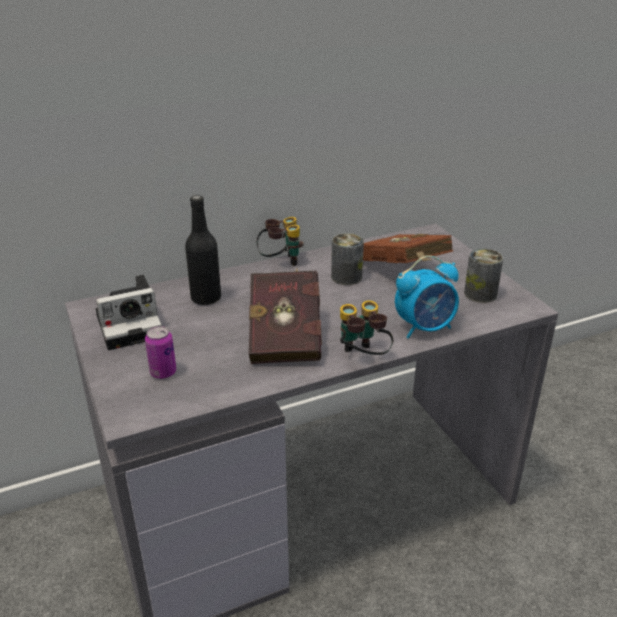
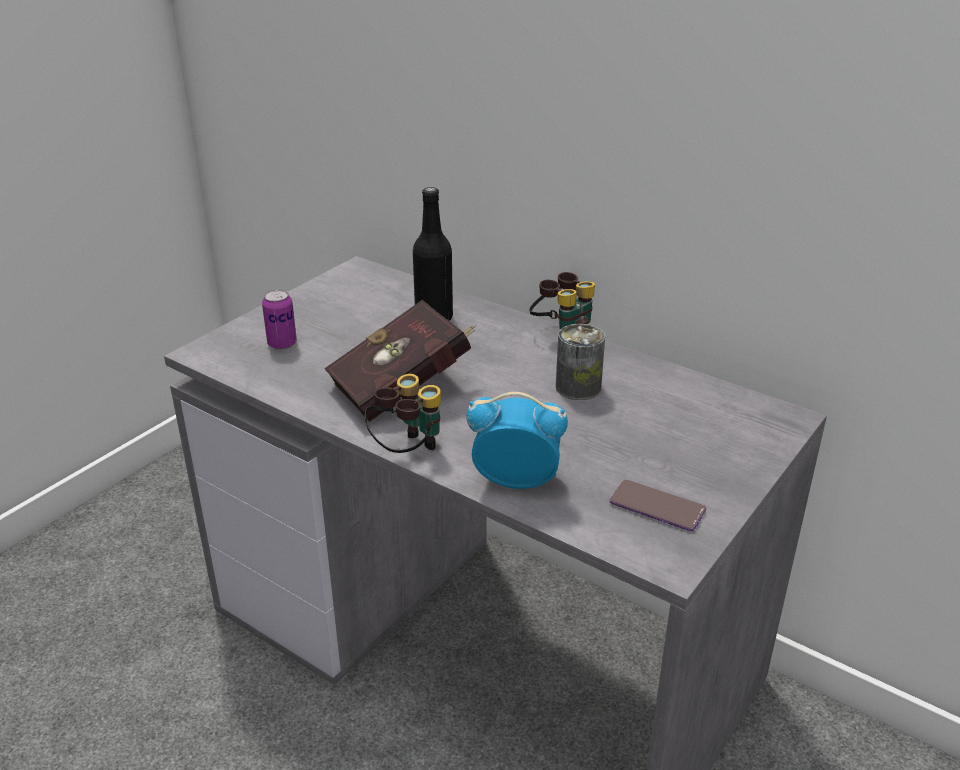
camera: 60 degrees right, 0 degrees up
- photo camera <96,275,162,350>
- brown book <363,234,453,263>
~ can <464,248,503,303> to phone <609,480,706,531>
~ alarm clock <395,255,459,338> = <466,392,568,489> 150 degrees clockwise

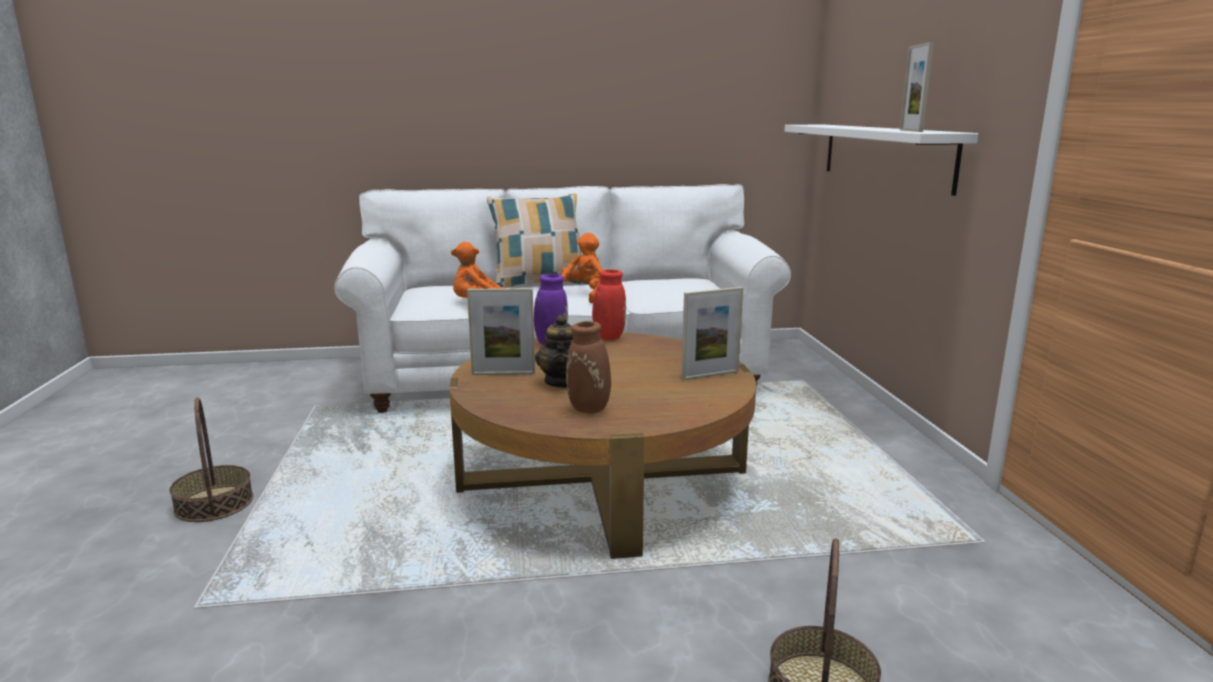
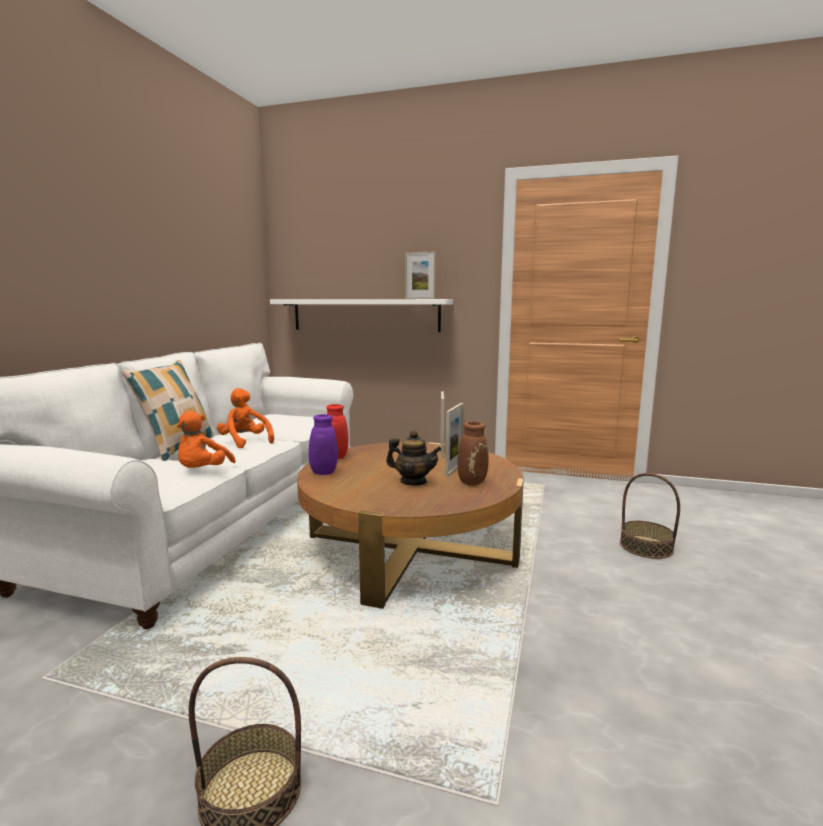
camera: 65 degrees left, 5 degrees down
~ picture frame <467,288,535,375> to <445,403,464,476>

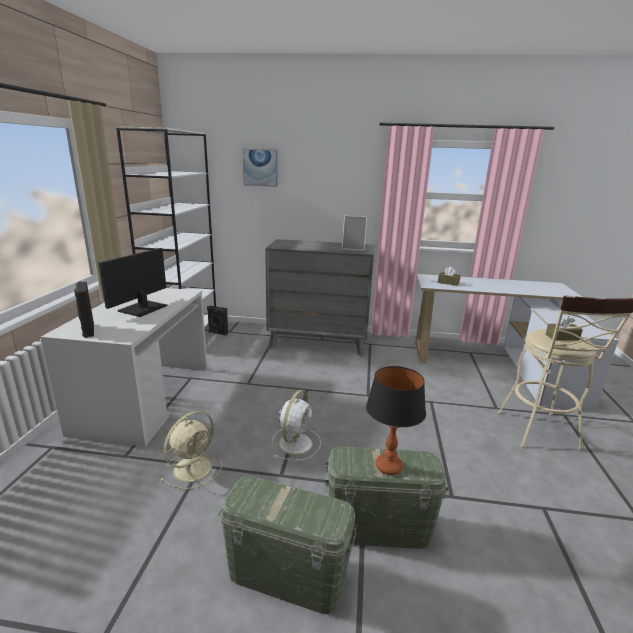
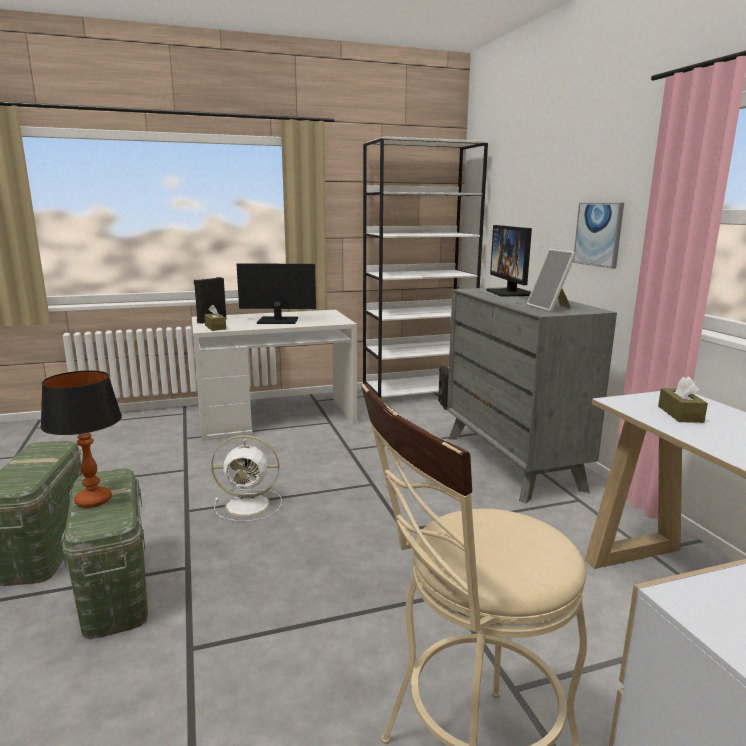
camera: 65 degrees right, 5 degrees down
- beige fan <160,411,223,489>
+ monitor <486,225,532,297>
~ picture <243,149,278,187> to <573,203,624,269>
~ brown tissue box <545,316,583,340> to <204,304,226,331>

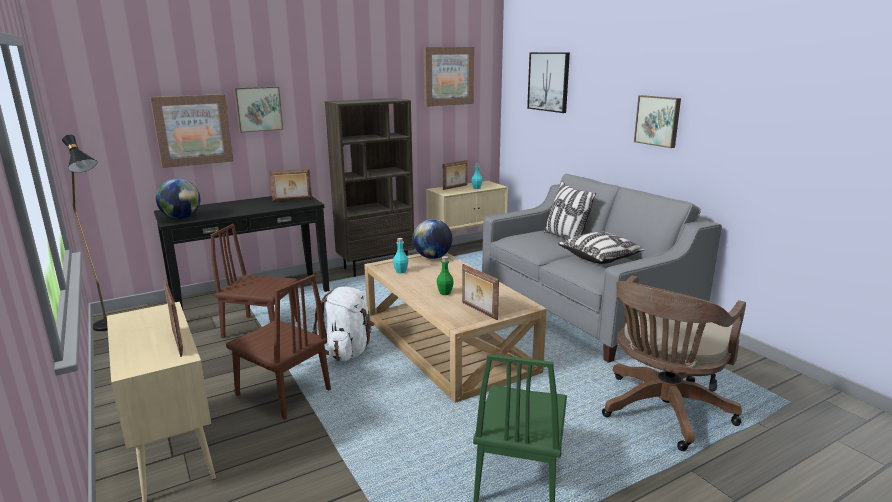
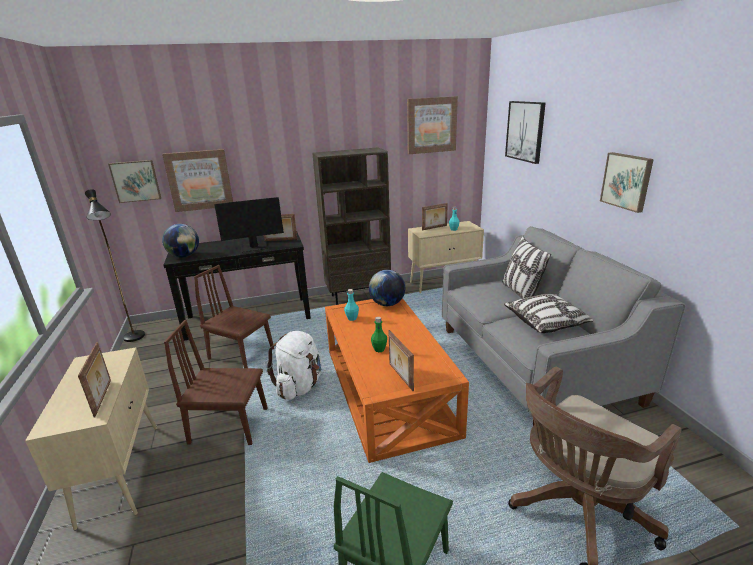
camera: 15 degrees right, 5 degrees up
+ monitor <214,197,284,252>
~ picture <234,86,283,133> to <108,160,161,203>
~ beige coffee table <364,253,547,403> to orange coffee table <325,298,469,463>
~ brown chair <226,275,331,420> = <164,320,267,445> 135 degrees clockwise

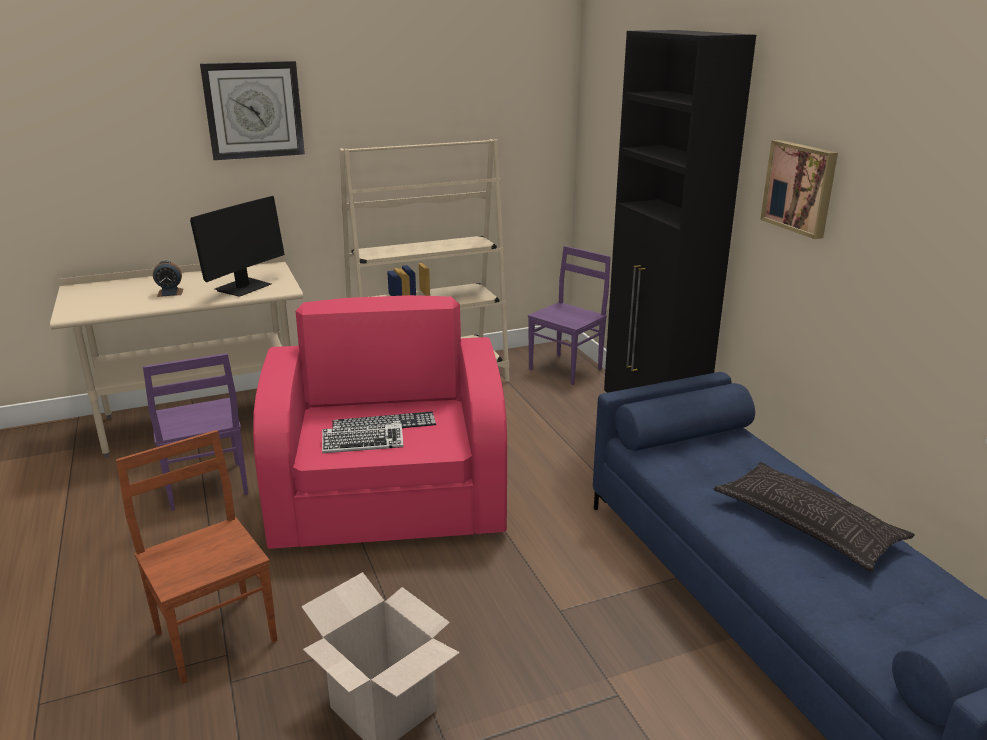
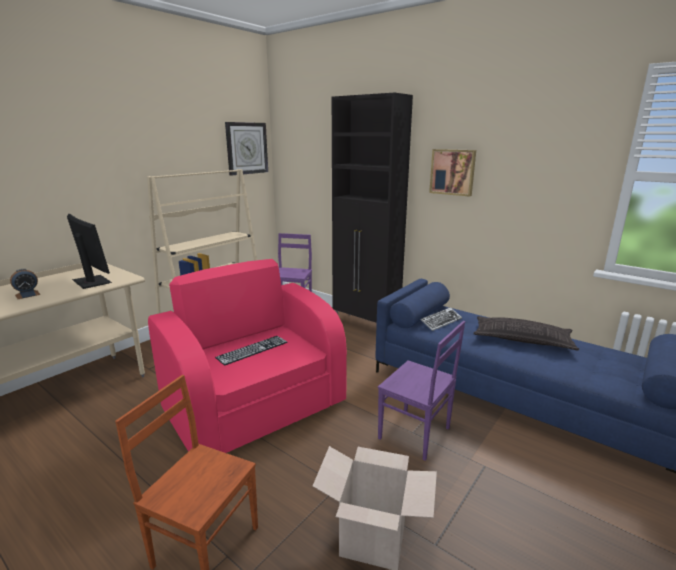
camera: 30 degrees left, 5 degrees down
~ purple chair <143,353,248,511> to <378,321,465,461>
~ wall clock <200,61,305,160> to <225,122,268,176>
~ keyboard <322,423,404,453> to <421,307,462,331>
~ monitor <190,196,285,297> = <67,214,112,289> 45 degrees counterclockwise

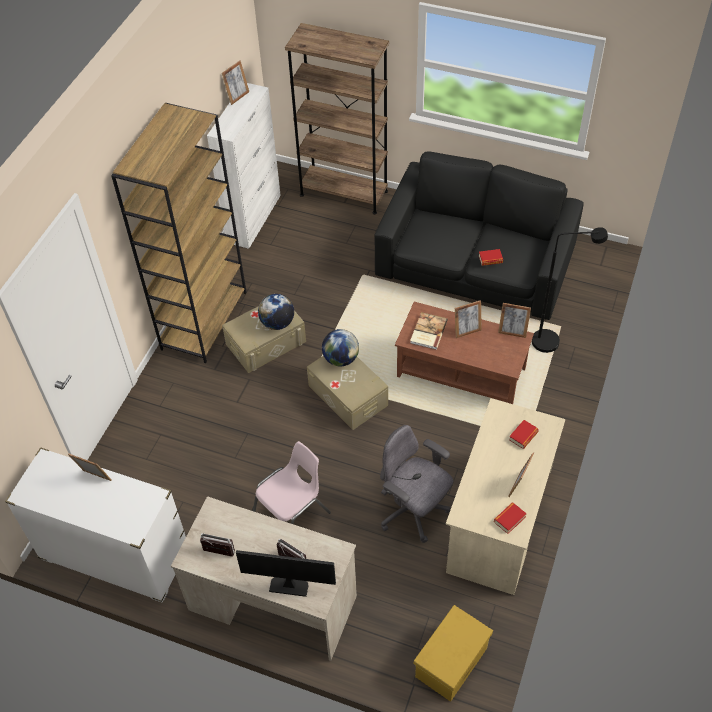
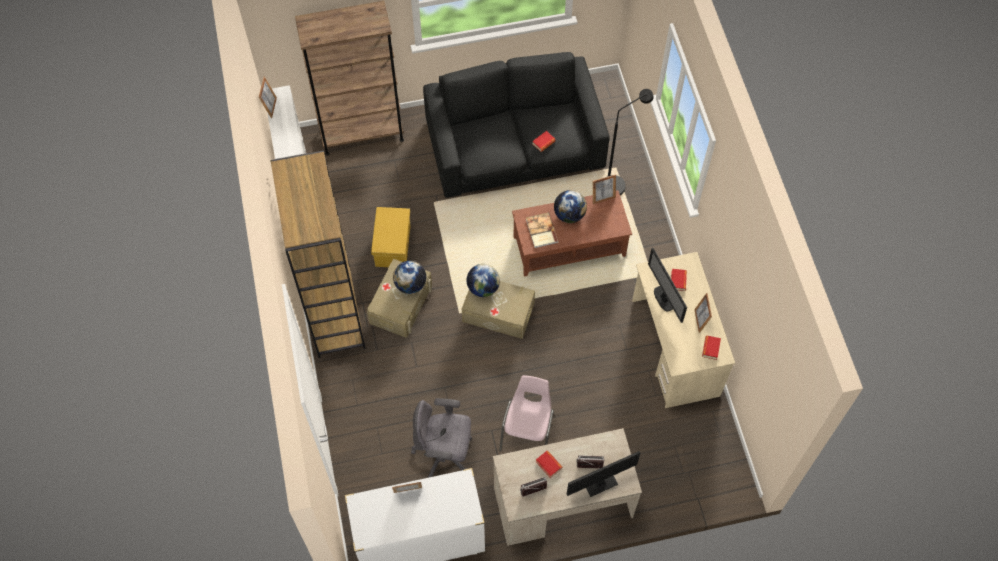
camera: 35 degrees left, 10 degrees up
+ book <536,451,562,478>
+ monitor <648,248,687,323>
~ grey office chair <380,425,453,543> to <411,398,472,478>
~ yellow storage box <414,605,493,702> to <371,207,411,267>
~ picture frame <455,300,482,338> to globe <554,190,587,223>

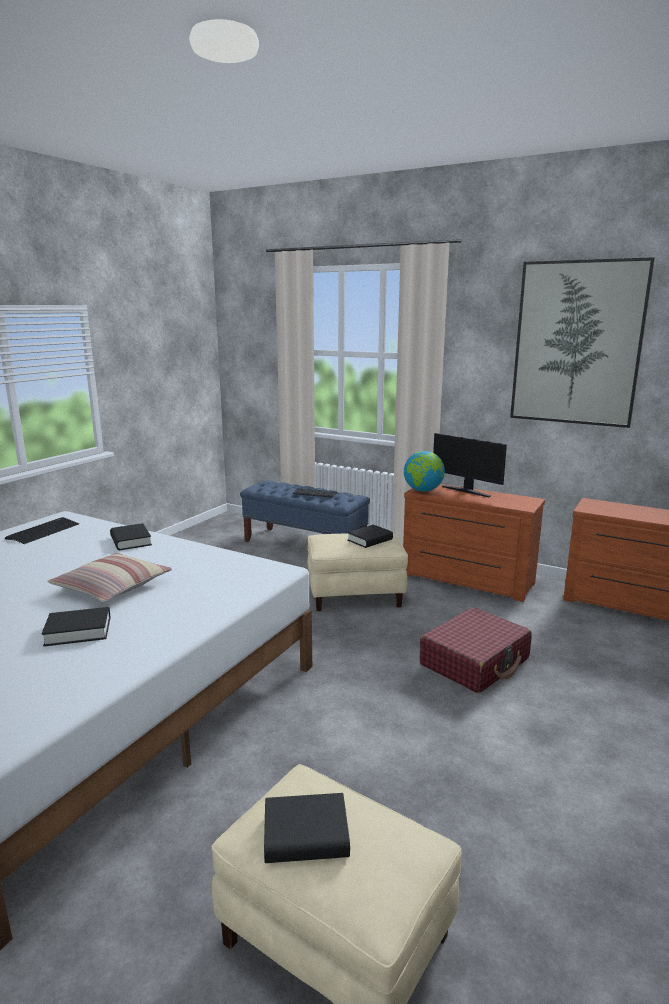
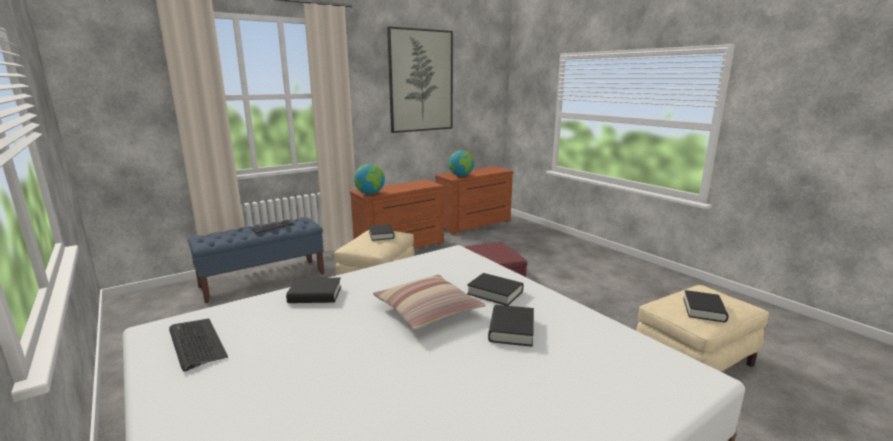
camera: 65 degrees left, 0 degrees up
- monitor <433,433,507,497>
+ globe <448,150,474,176>
+ black book <467,273,523,306>

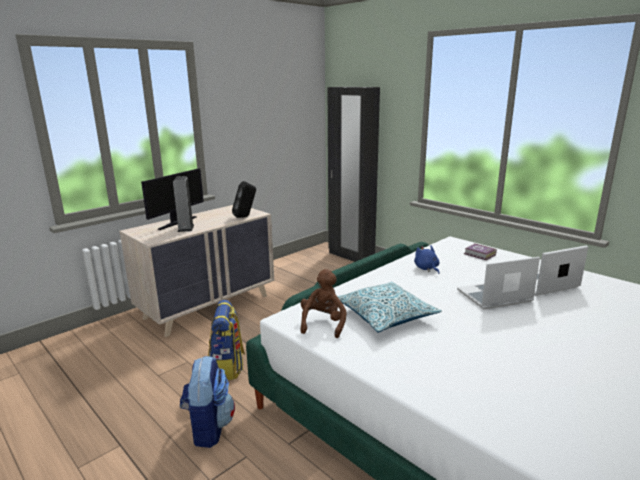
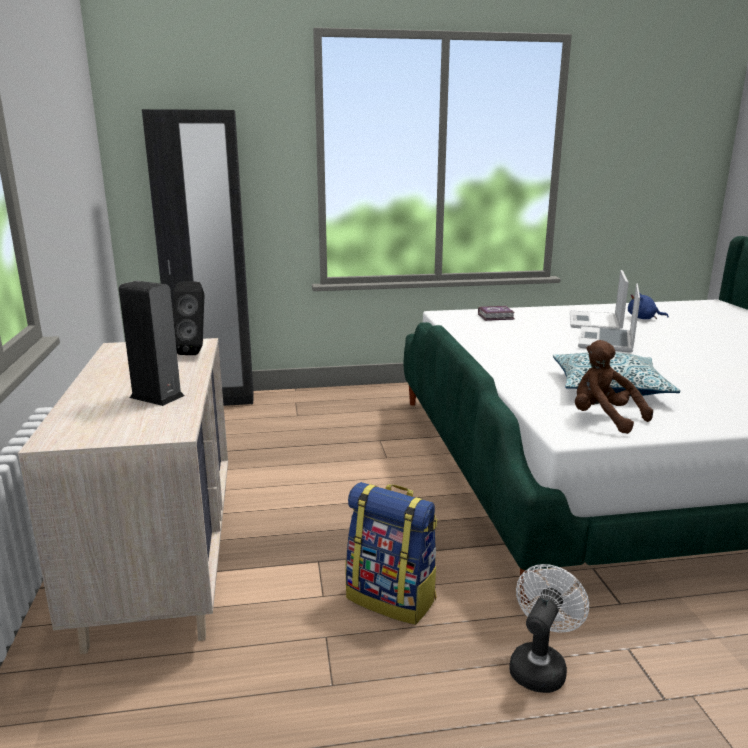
camera: 55 degrees left, 0 degrees up
- monitor <141,168,204,230>
~ blue plush toy <414,245,439,274> to <628,293,669,319>
~ backpack <180,356,235,448> to white fan <509,564,589,693>

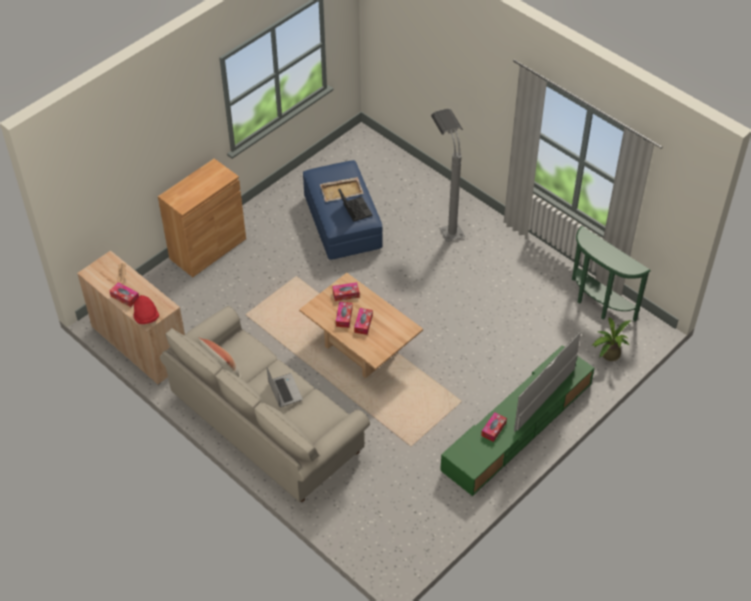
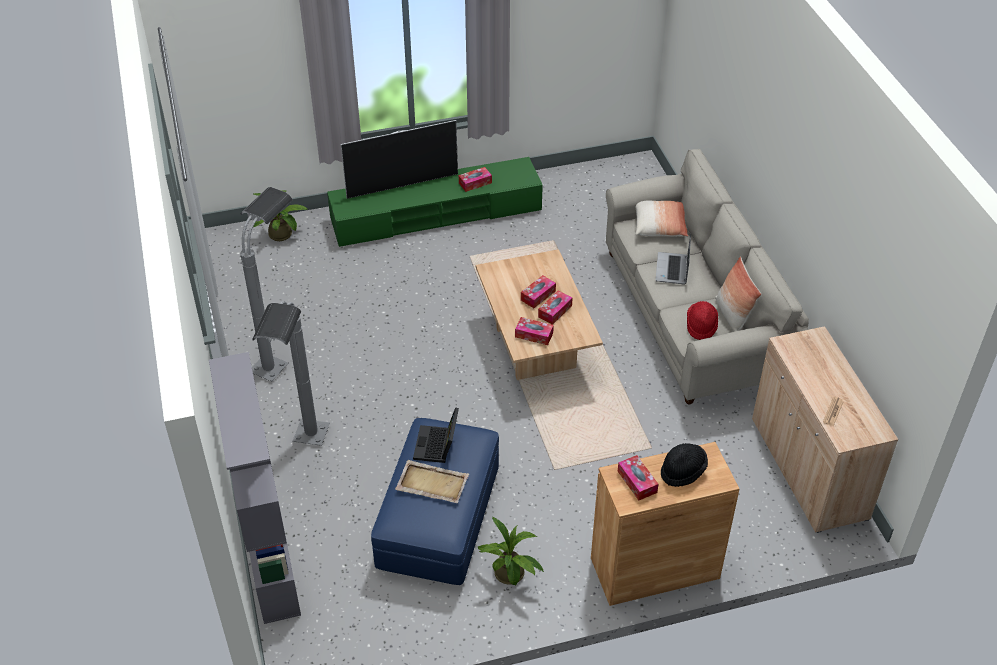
camera: 150 degrees left, 5 degrees down
- green console table <572,226,650,321>
+ grey bookcase <209,352,301,624>
+ grey floor lamp <240,187,293,382>
+ potted plant <478,516,544,586>
+ pillow <636,201,688,236>
+ black hat <661,443,708,487>
~ tissue box <110,282,139,307> to <618,455,659,501>
~ red hat <133,295,159,324> to <687,301,718,340>

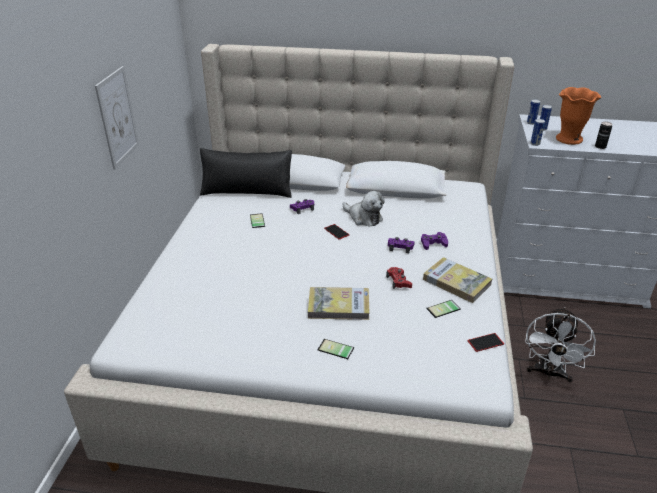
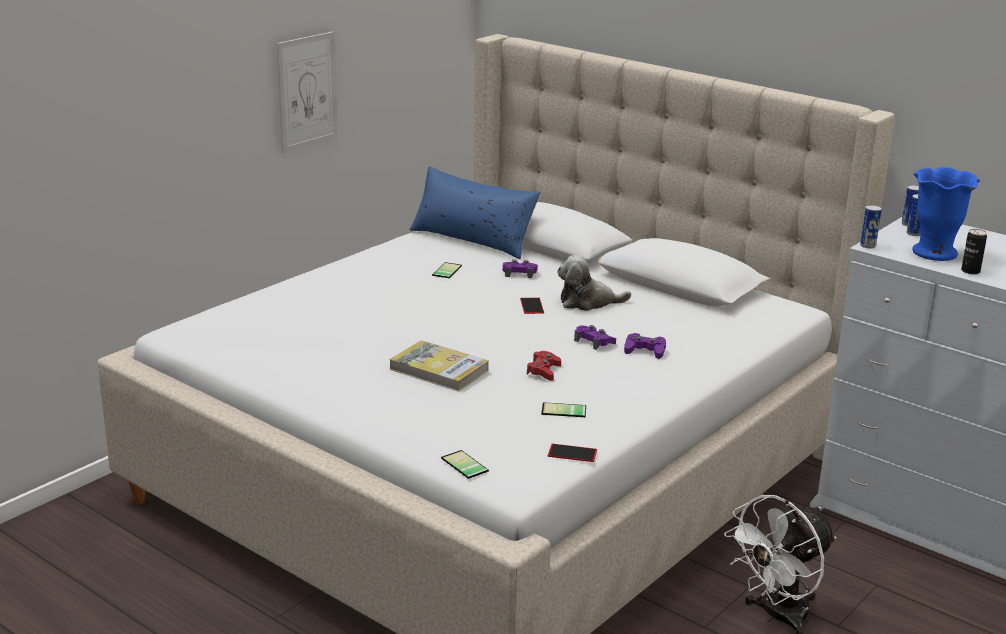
camera: 30 degrees right, 10 degrees down
- book <423,257,492,303>
~ phone <318,339,354,359> to <441,450,489,479>
~ black pillow <200,148,292,198> to blue pillow <410,166,540,259>
~ orange vase <556,87,601,145> to blue vase <912,167,980,261>
~ plush toy <342,191,385,227> = <557,255,631,311> 105 degrees clockwise

